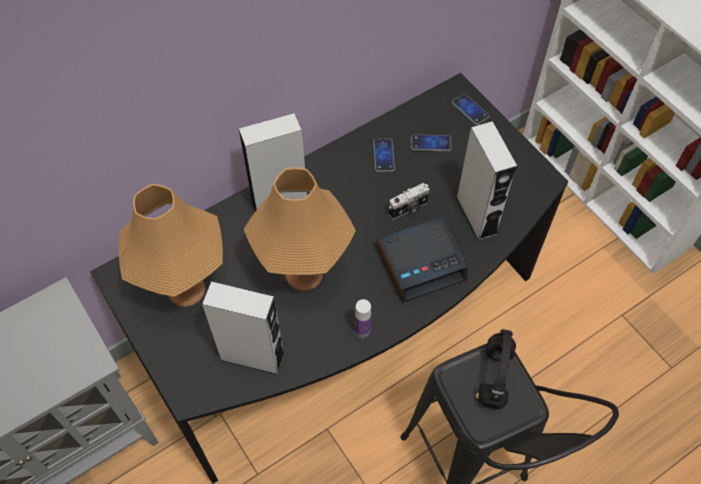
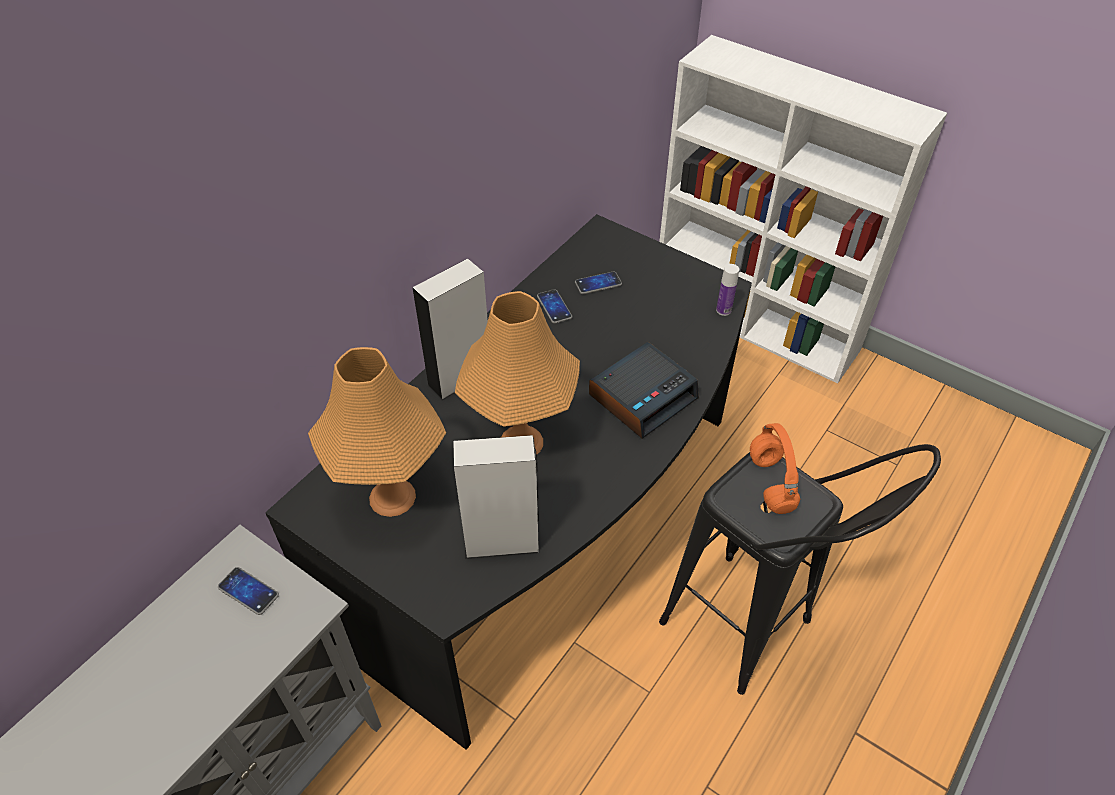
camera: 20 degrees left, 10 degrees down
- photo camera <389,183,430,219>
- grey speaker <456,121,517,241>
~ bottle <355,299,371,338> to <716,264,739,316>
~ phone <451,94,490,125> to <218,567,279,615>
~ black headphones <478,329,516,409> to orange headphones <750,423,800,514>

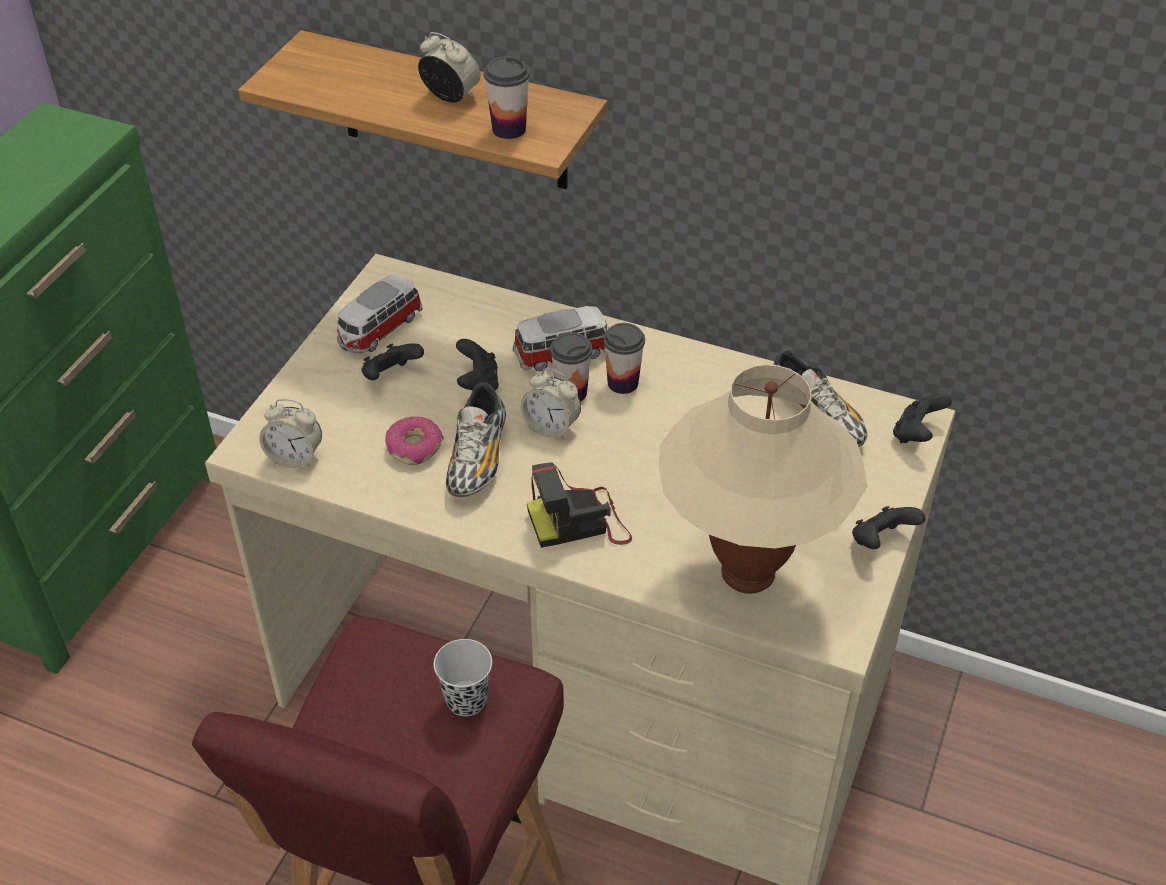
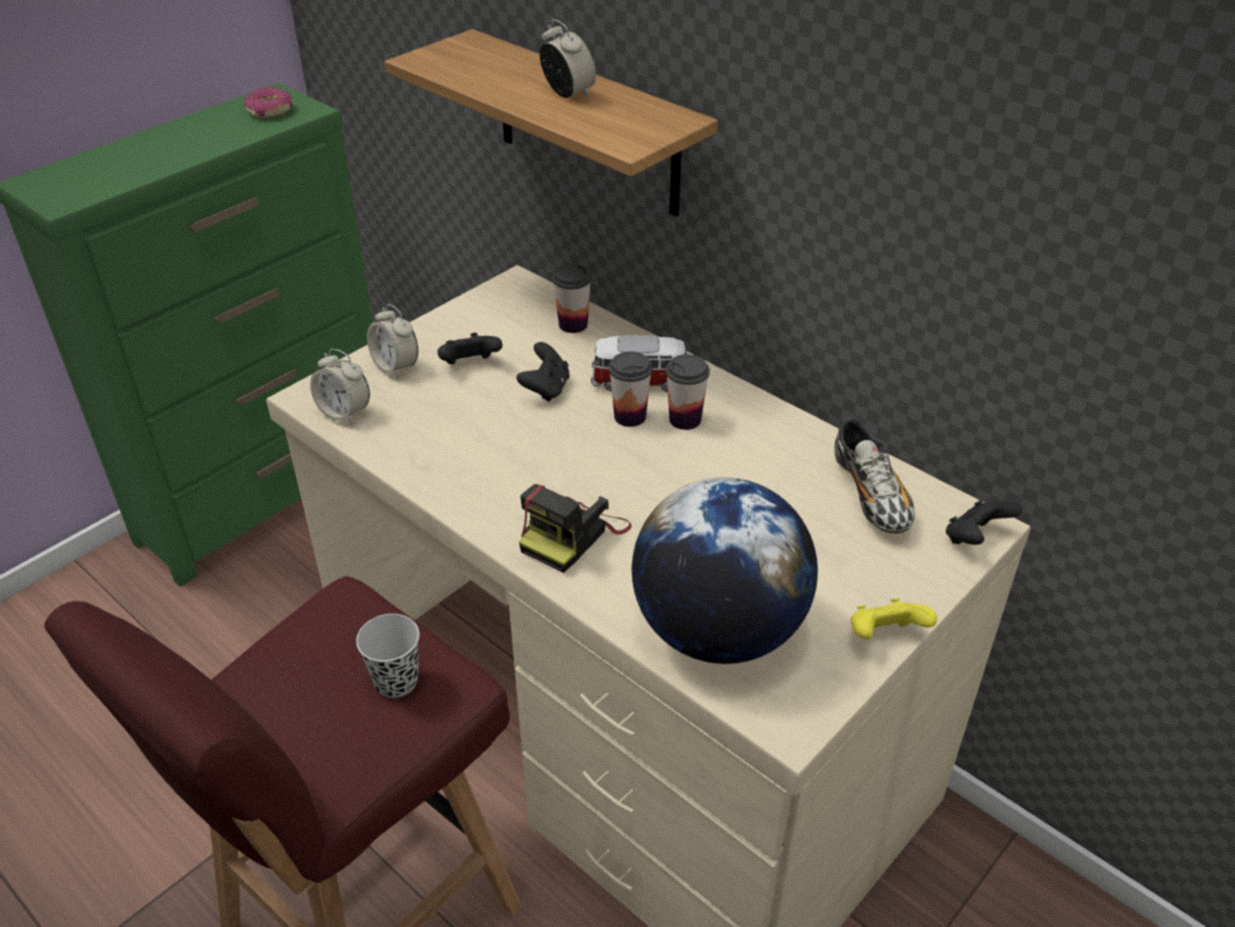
camera: 20 degrees right, 5 degrees down
- toy car <337,274,423,353>
- shoe <446,382,506,497>
~ donut <385,416,444,465> to <244,87,293,119>
~ cup <484,56,530,139> to <552,264,592,333>
~ alarm clock <521,368,581,440> to <367,304,418,378>
~ beige table lamp <659,364,868,594> to globe <632,477,818,664>
~ black game controller <852,506,926,549> to yellow game controller <851,598,937,640>
~ photo camera <527,463,632,548> = <519,484,632,573> 60 degrees counterclockwise

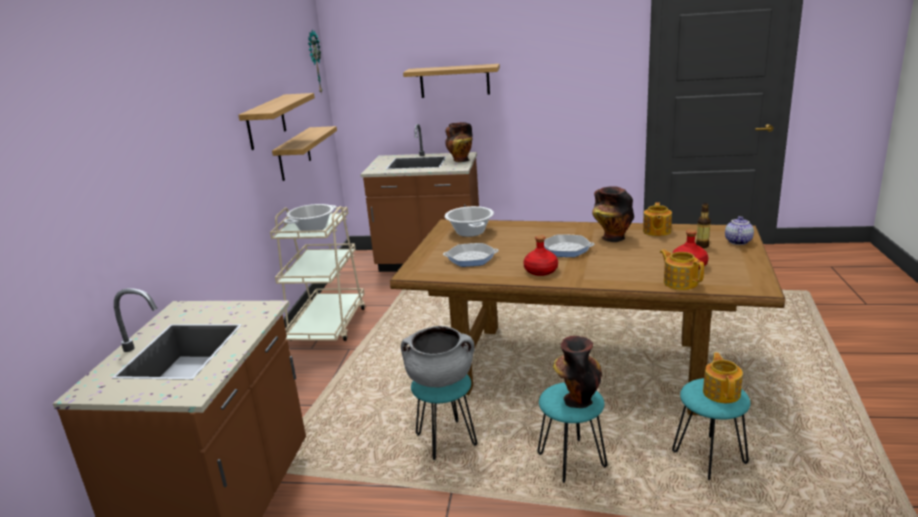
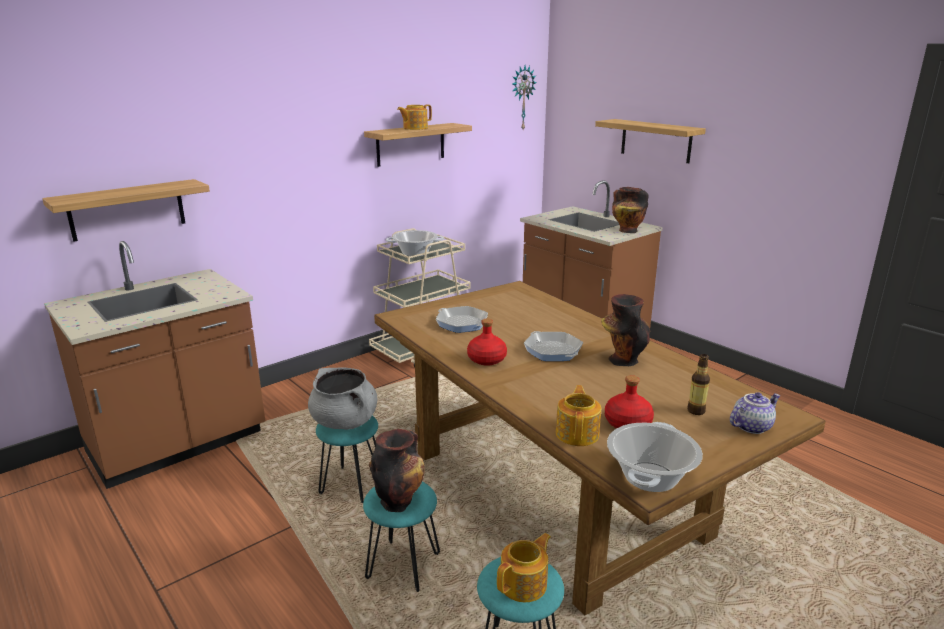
camera: 40 degrees right, 0 degrees up
~ shelf <272,126,337,181> to <42,179,210,242>
~ cooking pot <445,206,494,237> to <607,422,703,492>
~ teapot <643,202,672,236> to <397,104,432,130>

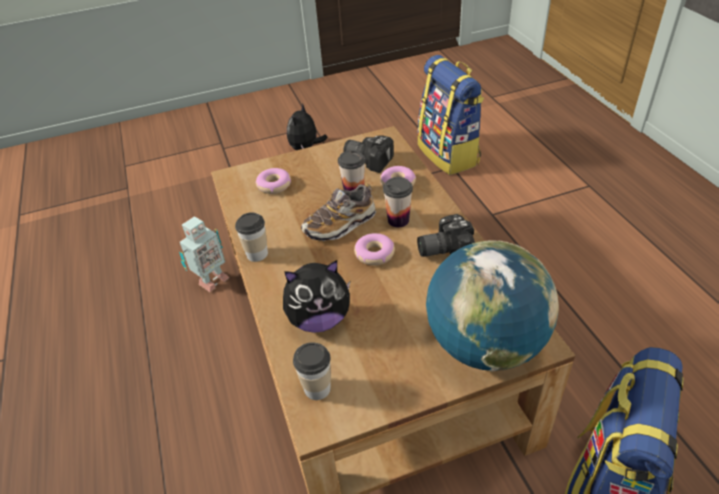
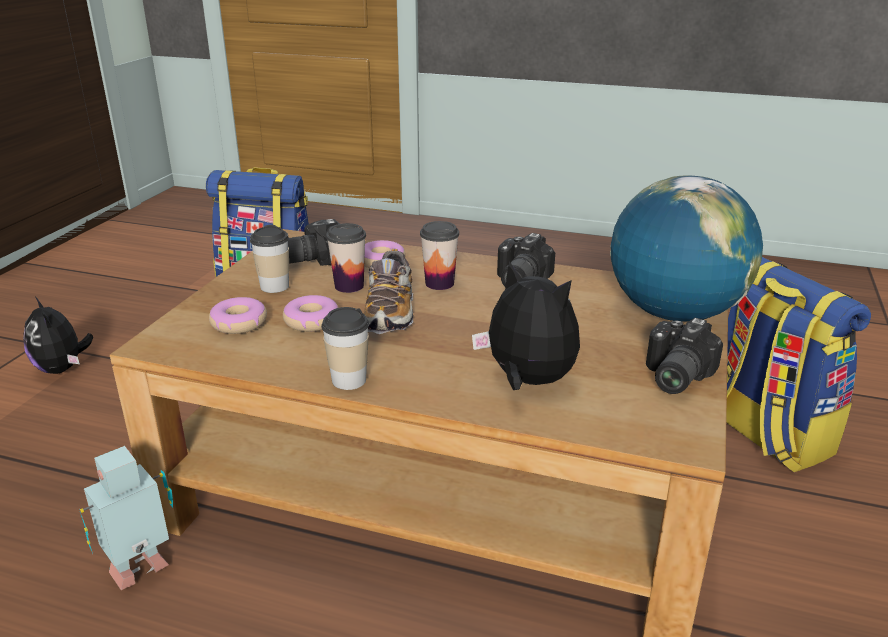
camera: 55 degrees left, 15 degrees down
+ photo camera <646,318,723,394>
~ cup <293,342,331,400> to <250,225,289,293>
~ donut <354,233,395,266> to <283,295,339,332>
~ toy robot <179,216,230,292> = <79,446,173,590> 120 degrees counterclockwise
~ plush toy <283,260,350,333> = <472,261,580,390> 75 degrees counterclockwise

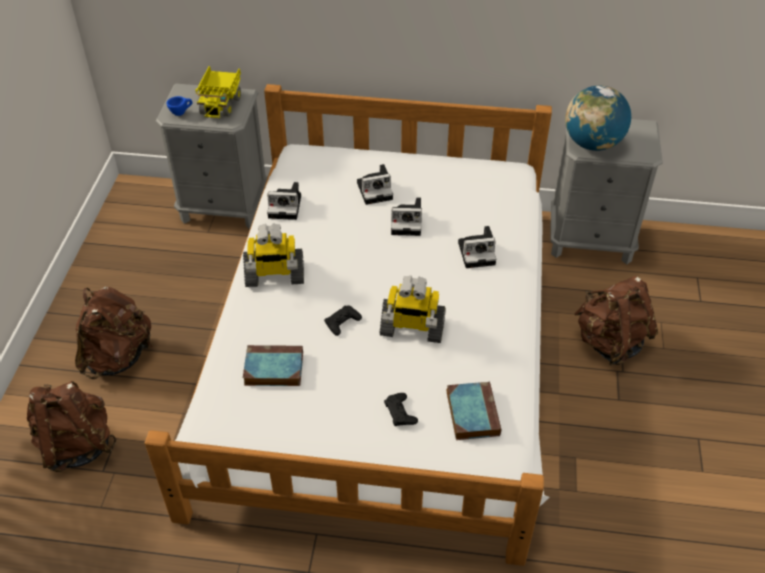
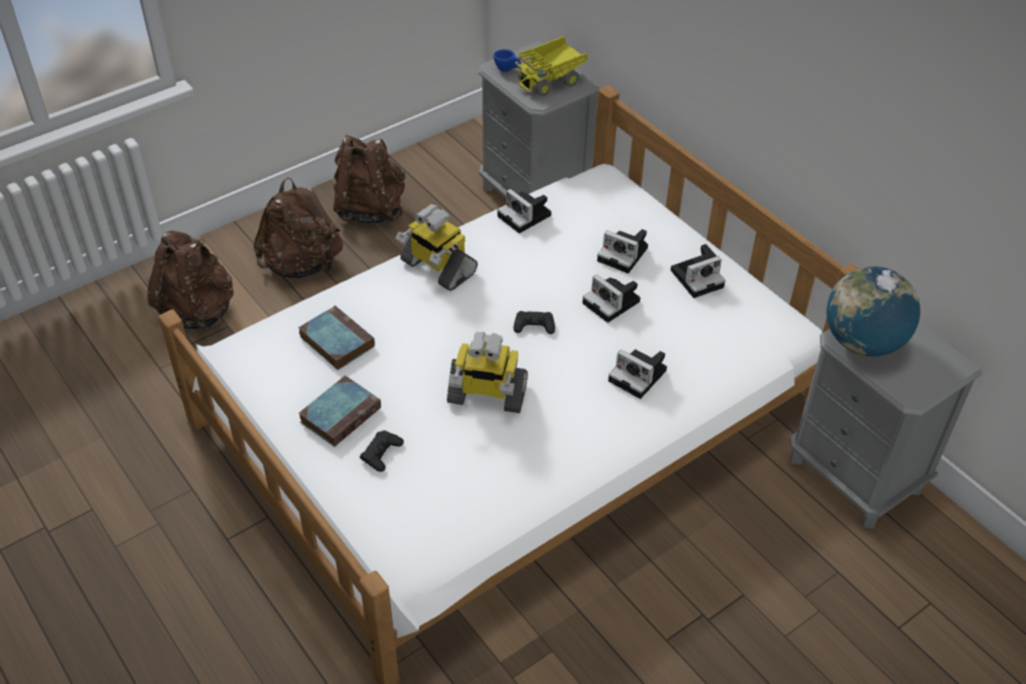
camera: 45 degrees right, 0 degrees up
+ photo camera <671,244,725,298>
~ black game controller <324,305,362,336> to <514,311,555,334>
~ book <446,382,501,440> to <298,376,381,447>
~ brown backpack <574,276,658,365> to <333,135,405,224>
~ toy robot <380,276,446,343> = <447,332,528,413> 45 degrees counterclockwise

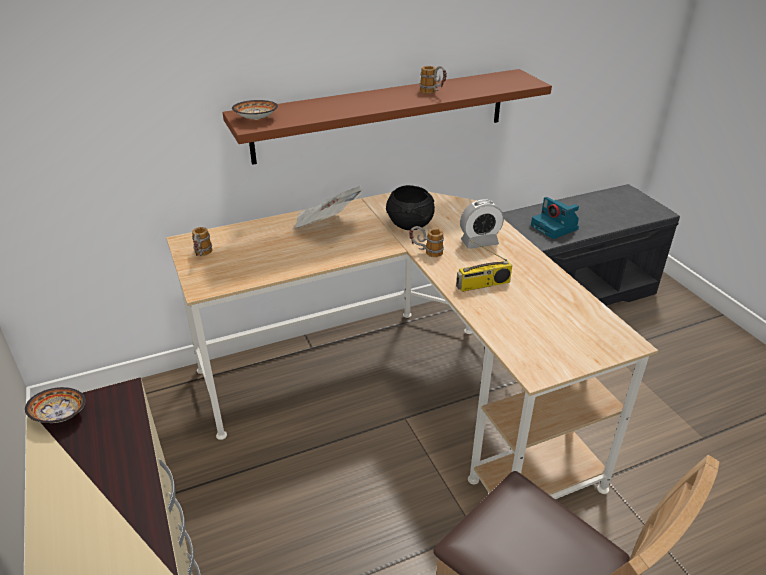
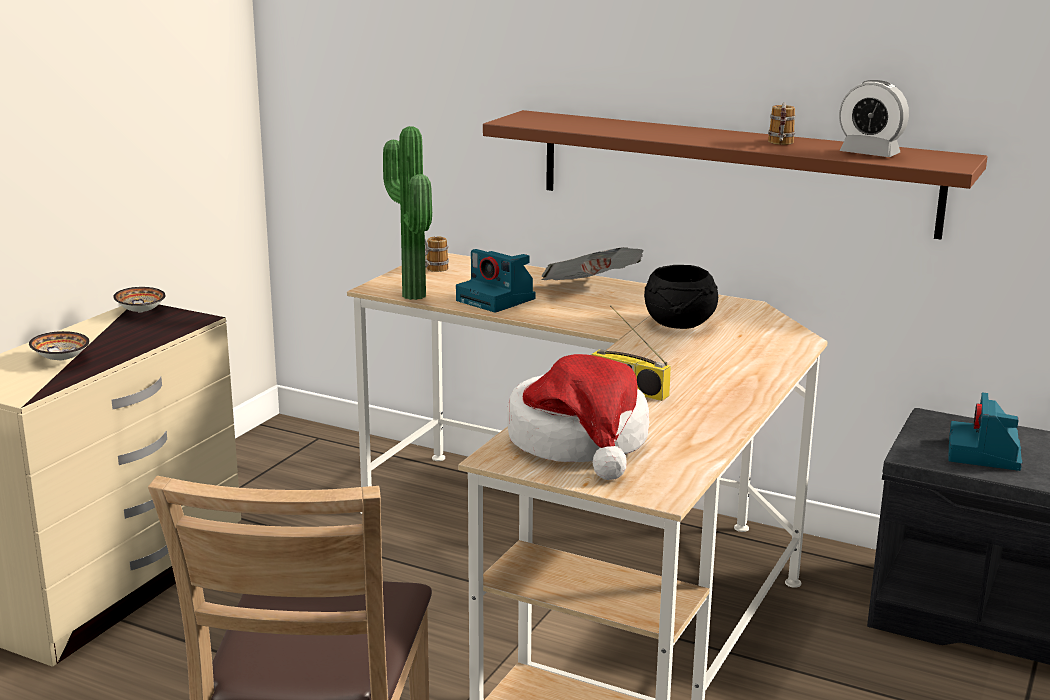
camera: 50 degrees right, 15 degrees down
- mug <409,226,444,257>
+ potted plant <383,126,432,300>
+ photo camera <456,249,536,313>
+ hat <507,354,649,480>
~ bowl <232,100,278,120> to <29,331,89,361>
~ alarm clock <460,199,504,249> to <839,80,909,157>

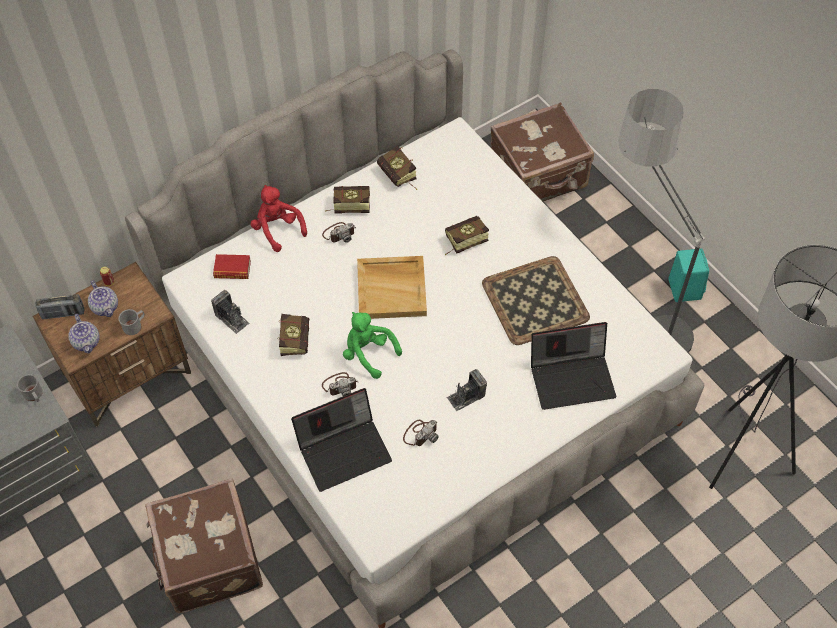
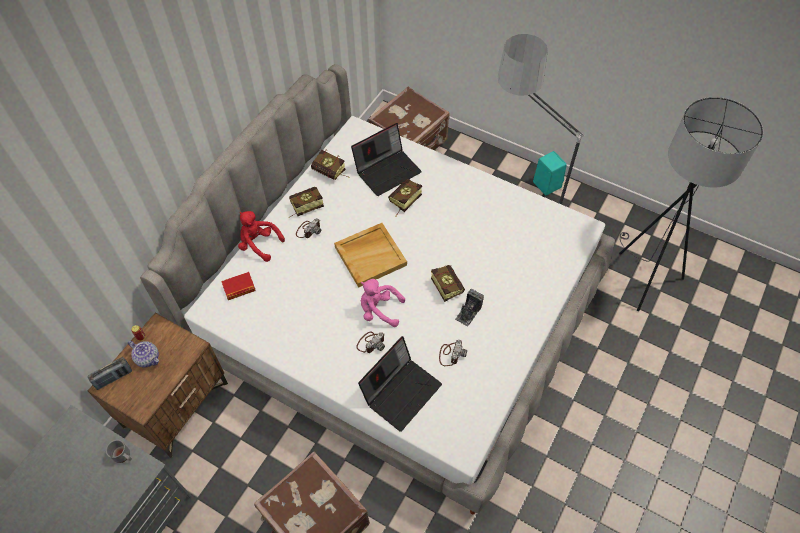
camera: 25 degrees left, 0 degrees up
- teapot <68,314,100,354>
- grey mug <118,309,145,335>
- photo camera <211,290,249,334>
- tray <482,256,590,345>
~ book <277,314,309,356> to <431,265,465,302>
~ laptop <531,322,616,410> to <351,123,422,196>
~ green plush toy <343,312,402,379> to pink plush toy <361,279,405,327>

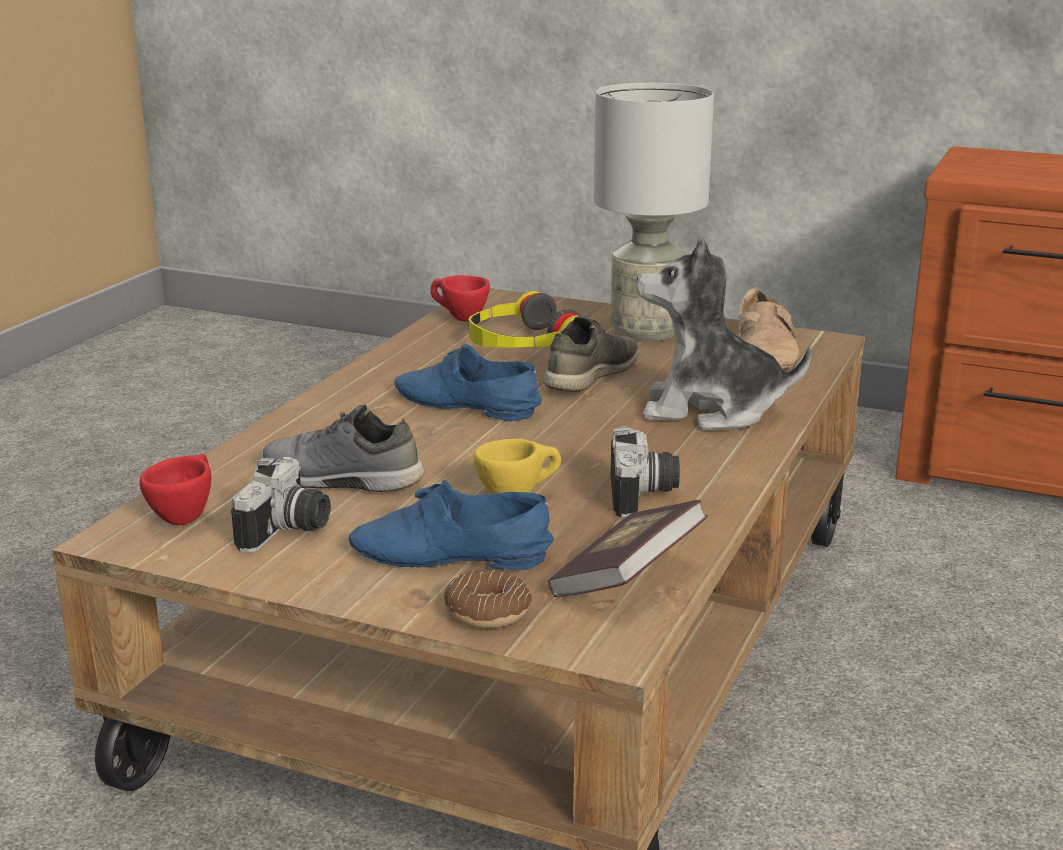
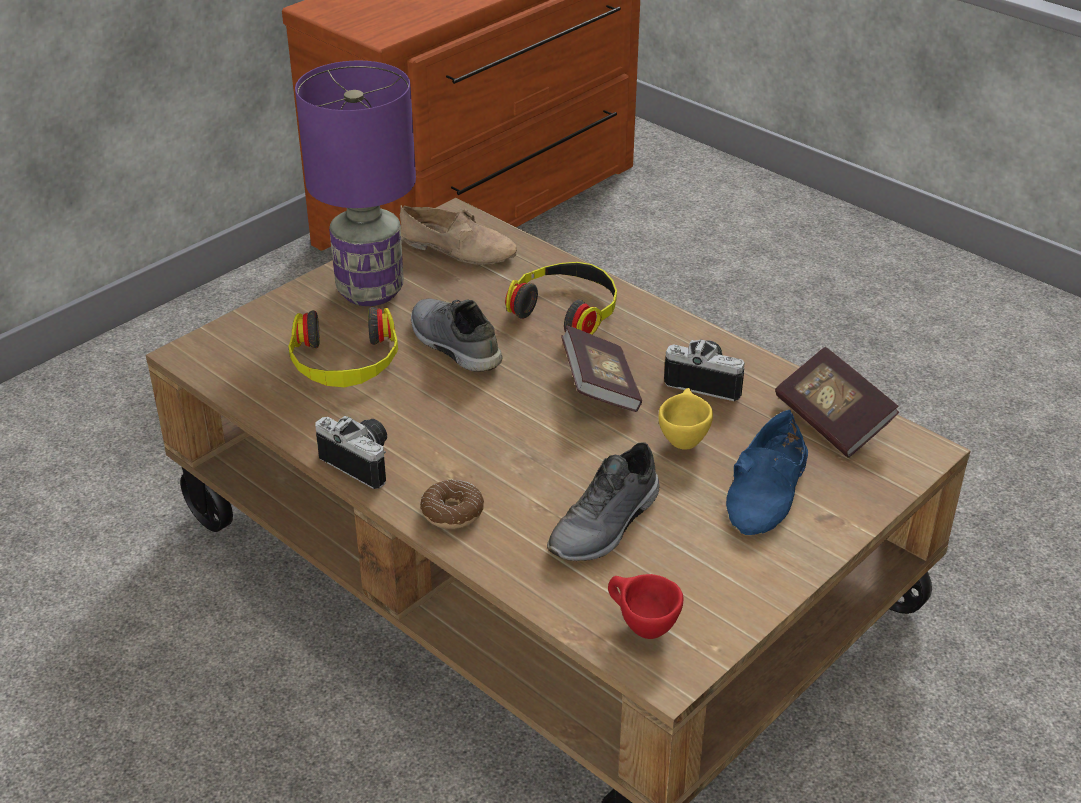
camera: 70 degrees left, 15 degrees up
- blue shoe <394,344,542,421>
- red cup <430,275,490,321>
+ book <561,325,642,412>
~ photo camera <231,457,331,553> to <315,416,387,489>
~ donut <444,570,532,628> to <420,479,484,529>
~ plush toy <637,235,812,430> to headphones <505,262,617,335>
~ grey table lamp <594,83,714,342> to purple table lamp <295,61,416,306>

